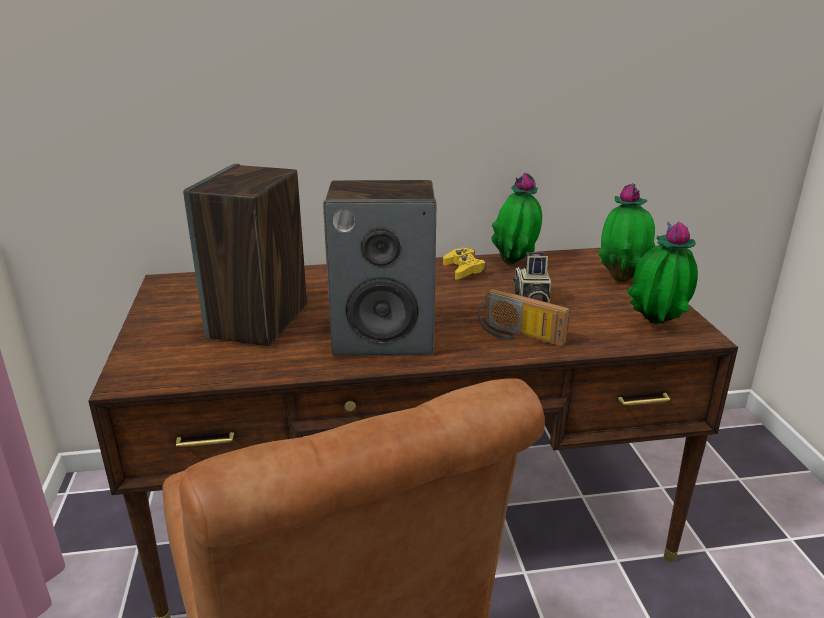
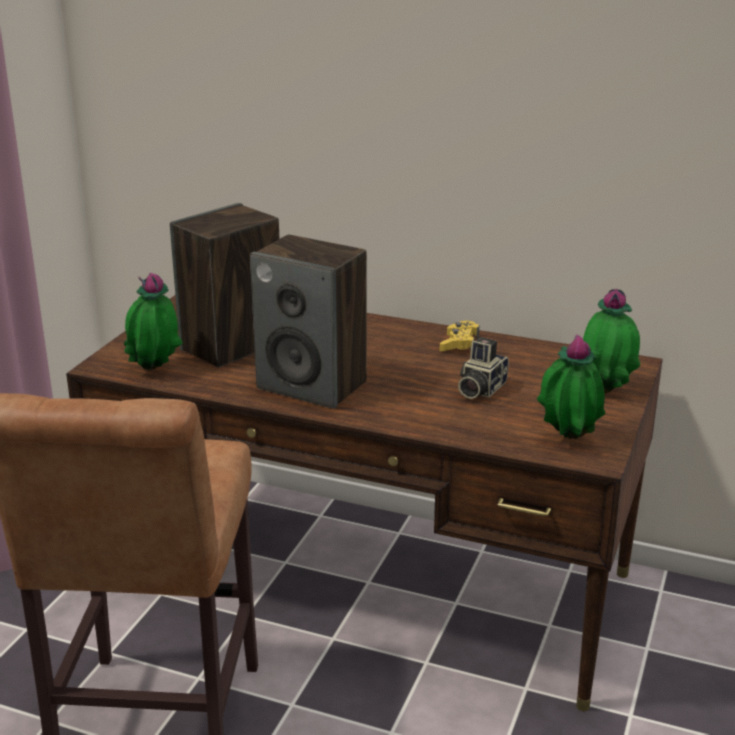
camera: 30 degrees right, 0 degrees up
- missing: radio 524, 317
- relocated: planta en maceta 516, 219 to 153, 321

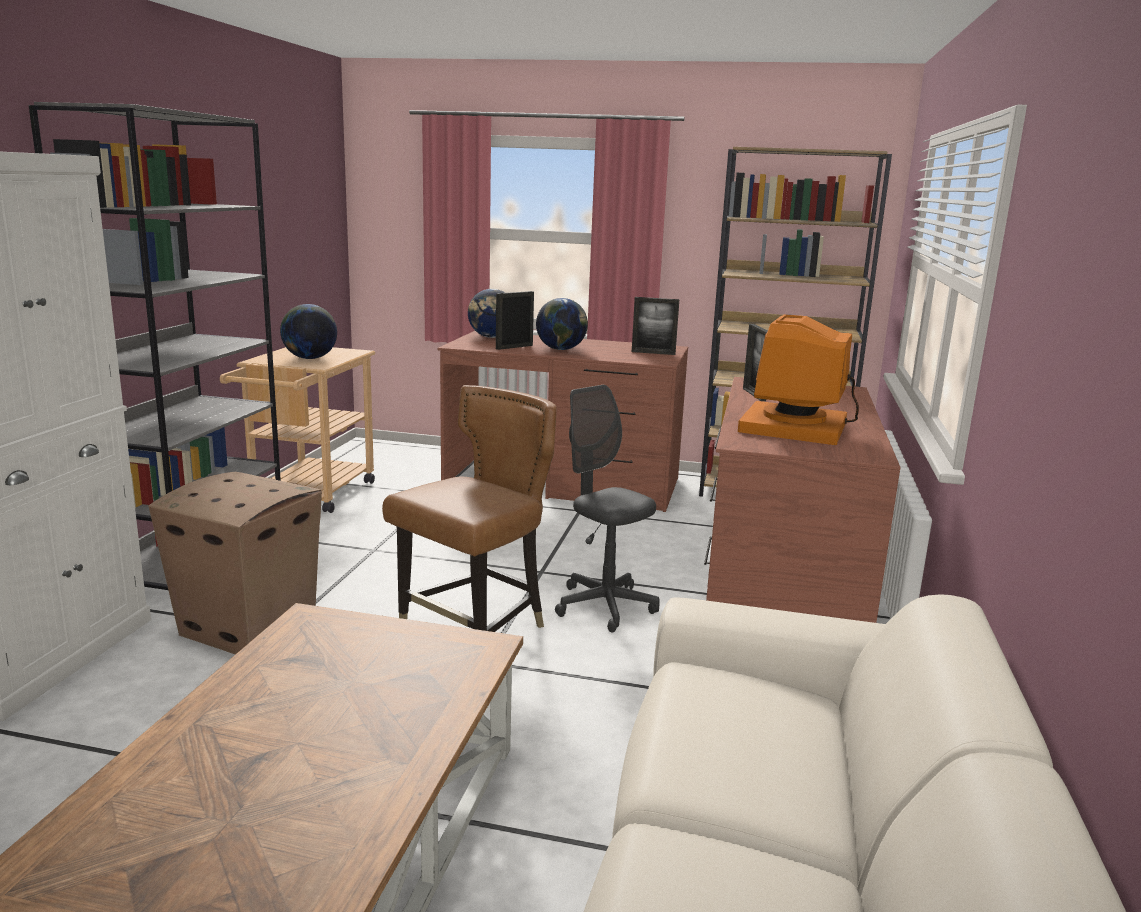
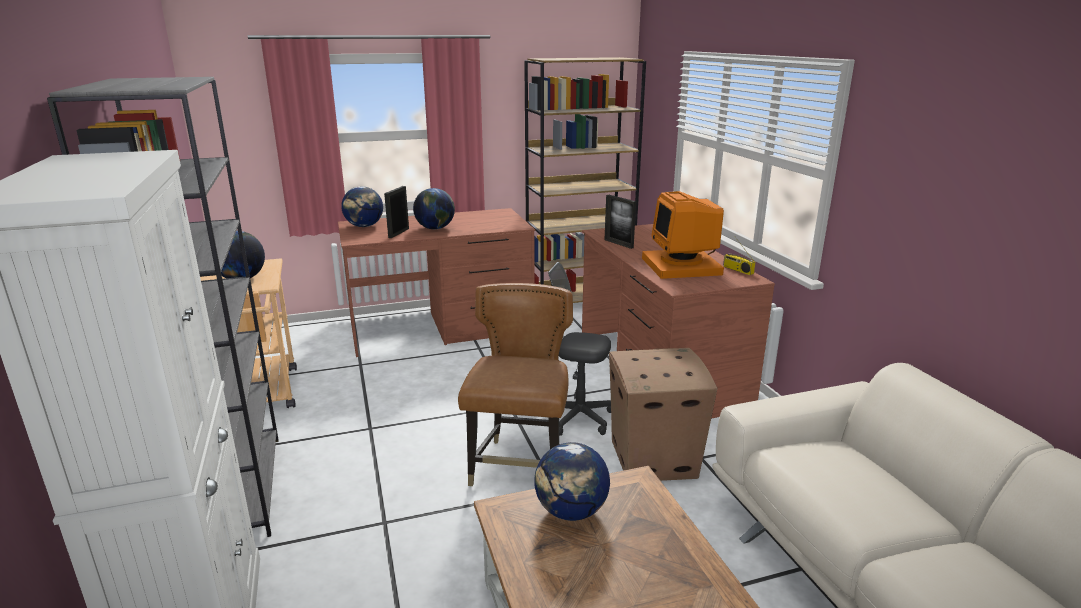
camera: 30 degrees left, 5 degrees up
- relocated: caja de cartón 235, 563 to 663, 414
- missing: portarretratos 655, 326
- appeared: globo terráqueo 572, 481
- appeared: radio 739, 255

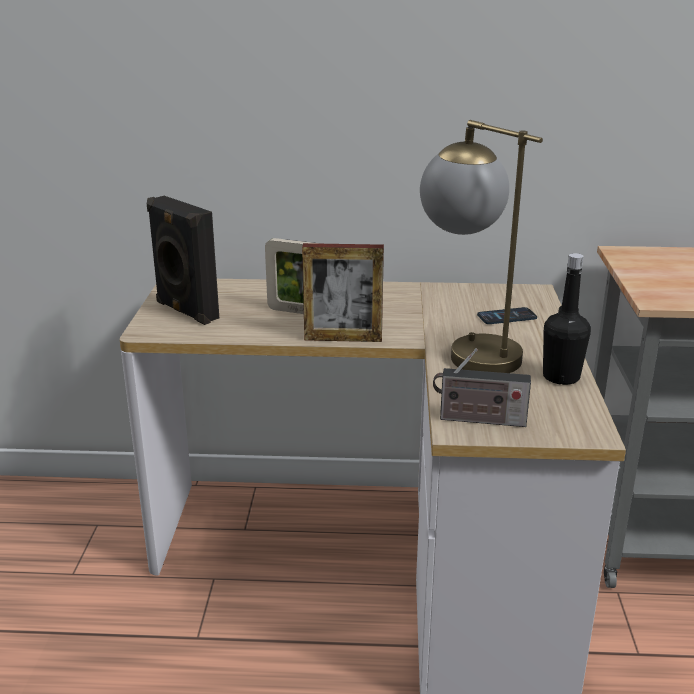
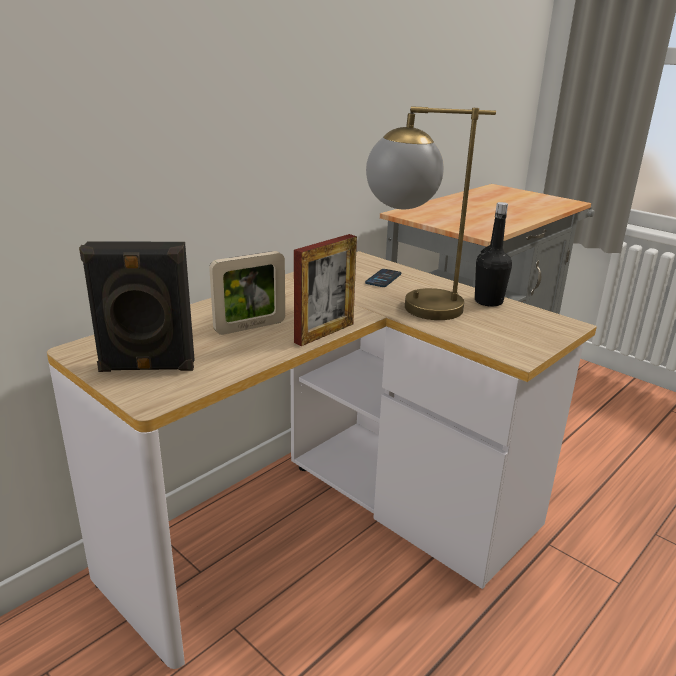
camera: 50 degrees left, 0 degrees up
- missing: radio 482, 387

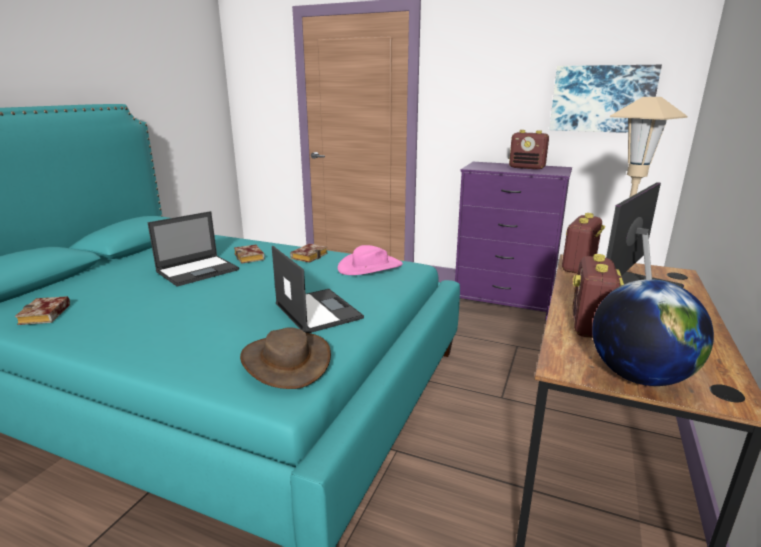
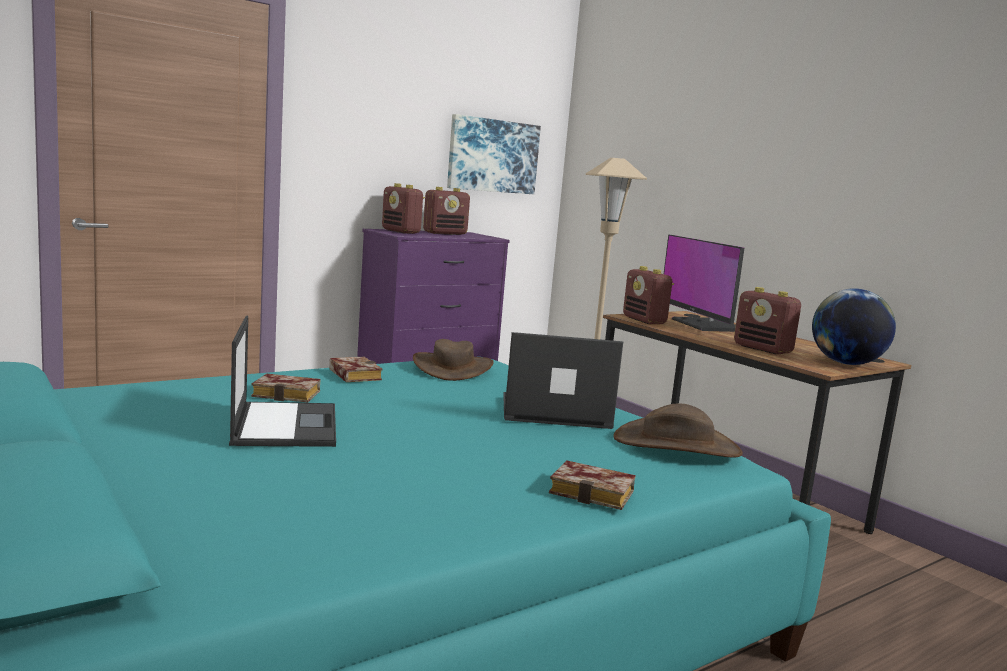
camera: 60 degrees left, 10 degrees down
- relocated: libro 42, 310 to 592, 485
- colour: sombrero (rosa) 370, 260 to sombrero (marrón) 453, 360
- appeared: radio 403, 208

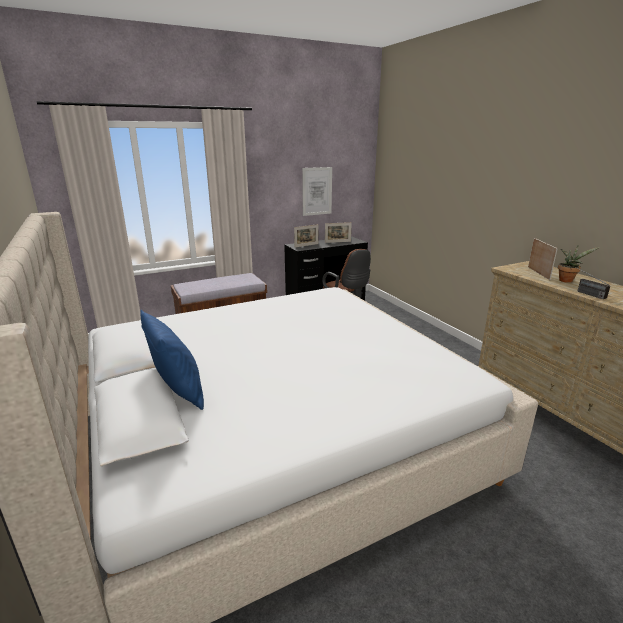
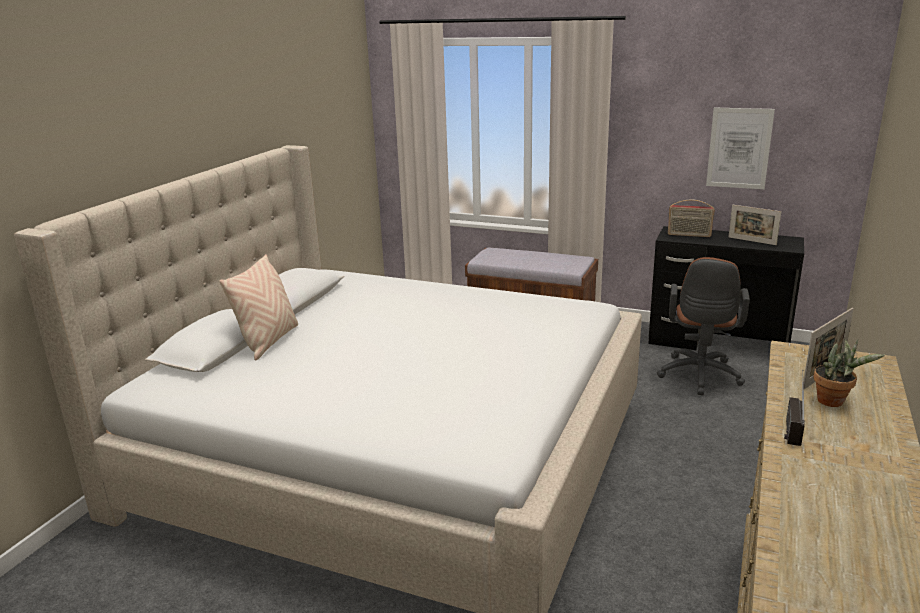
camera: 50 degrees right, 0 degrees up
- colour: cojín (azul) 172, 360 to cojín (beis) 258, 307
- exchanged: portarretratos 306, 235 to radio 691, 218

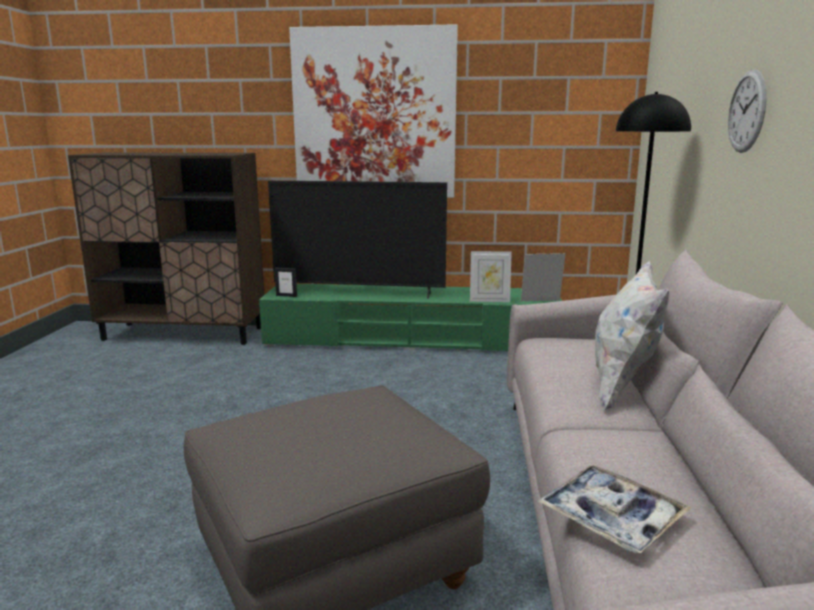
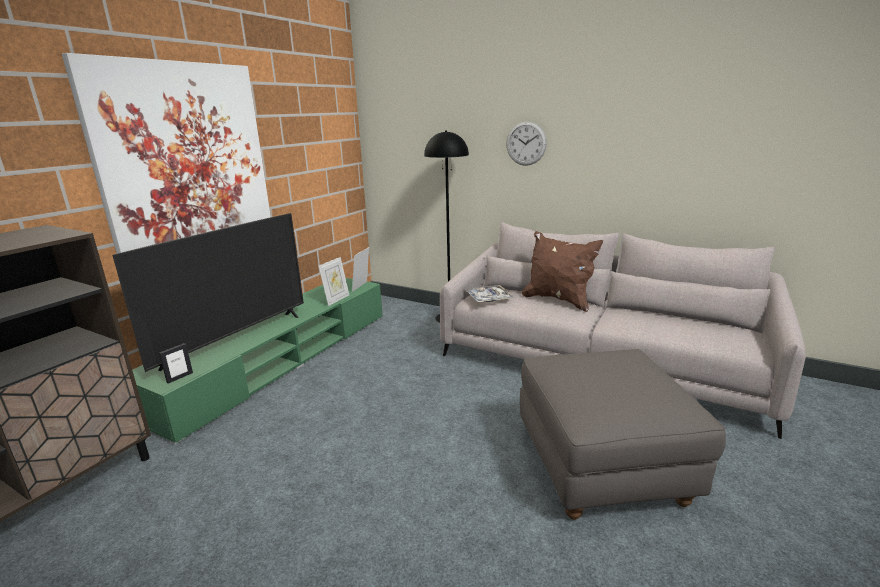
camera: 65 degrees left, 5 degrees up
- relocated: bandeja 614, 509 to 490, 293
- colour: cojín (blanco) 632, 336 to cojín (marrón) 562, 271

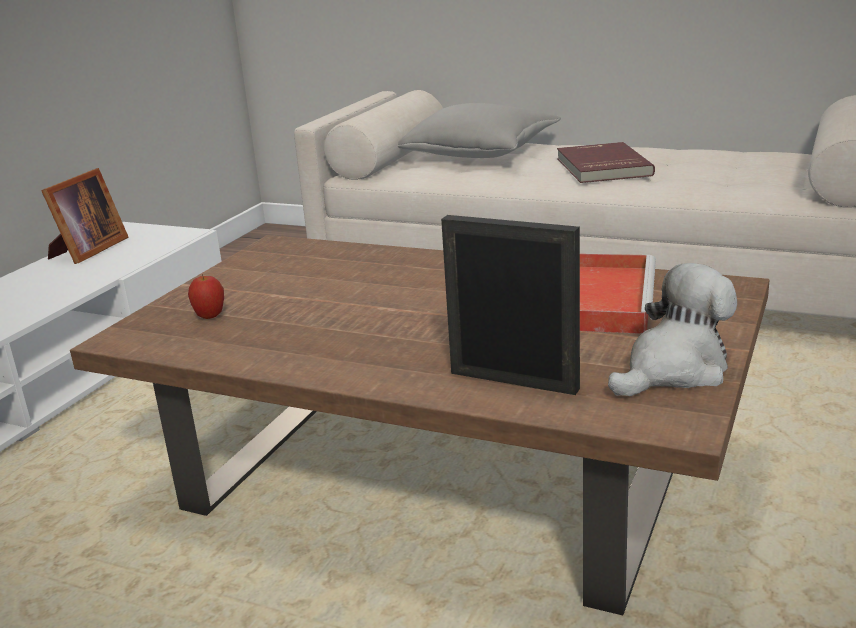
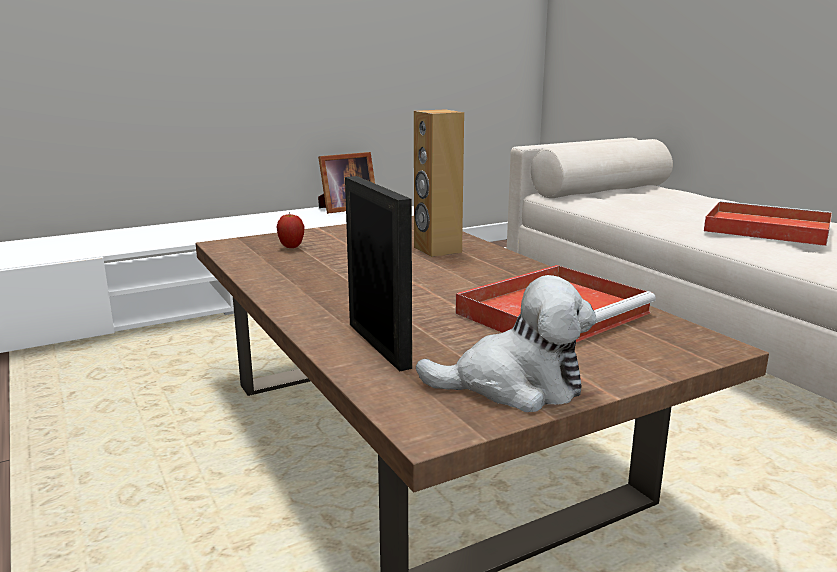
camera: 35 degrees right, 5 degrees down
- missing: cojín (gris) 479, 130
- exchanged: libro (rojo) 606, 162 to bandeja (rojo) 768, 223
- appeared: altavoz (marrón) 439, 183

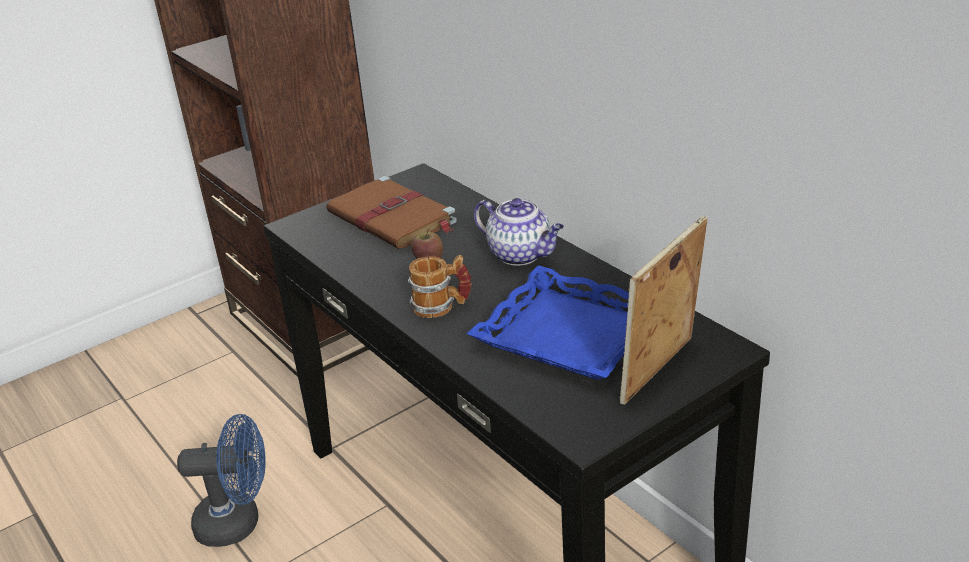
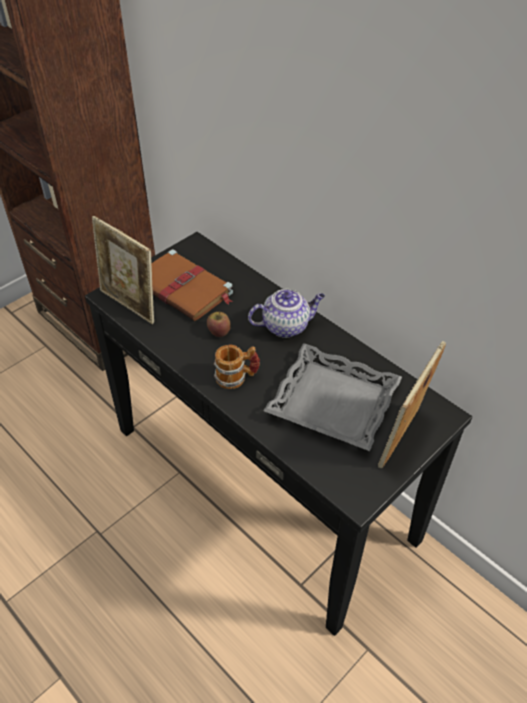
camera: 10 degrees left, 15 degrees up
- missing: ventilador (azul) 221, 480
- colour: bandeja (azul) 547, 322 to bandeja (gris) 333, 397
- spun: tetera 519, 232 = 286, 313 45 degrees counterclockwise
- appeared: portarretratos 123, 270

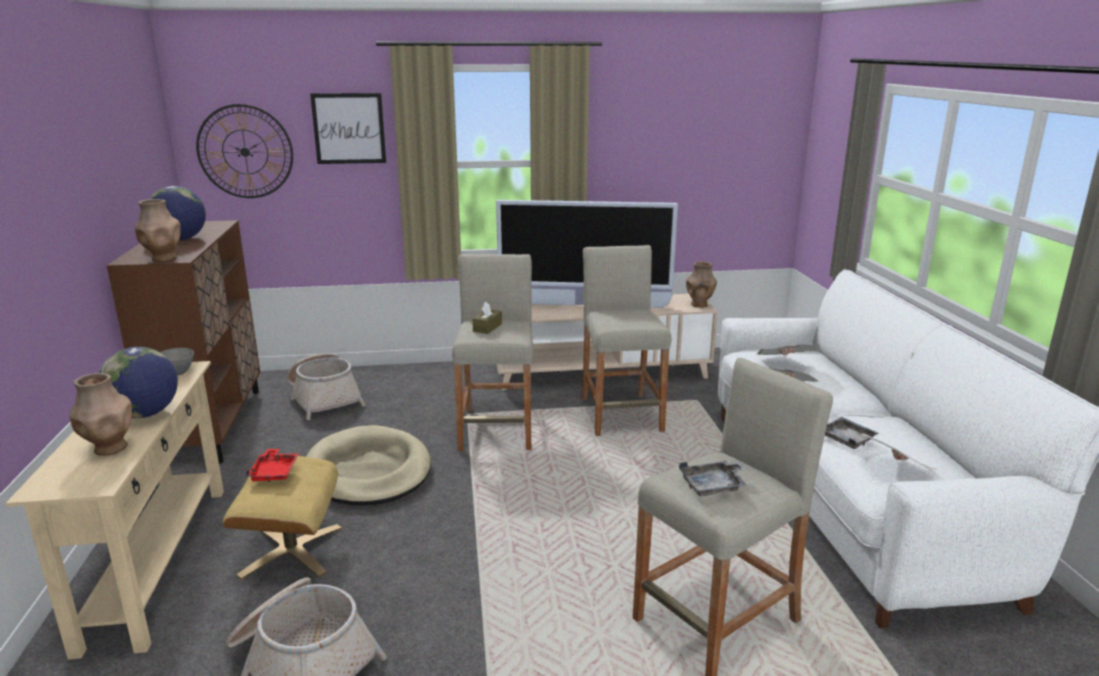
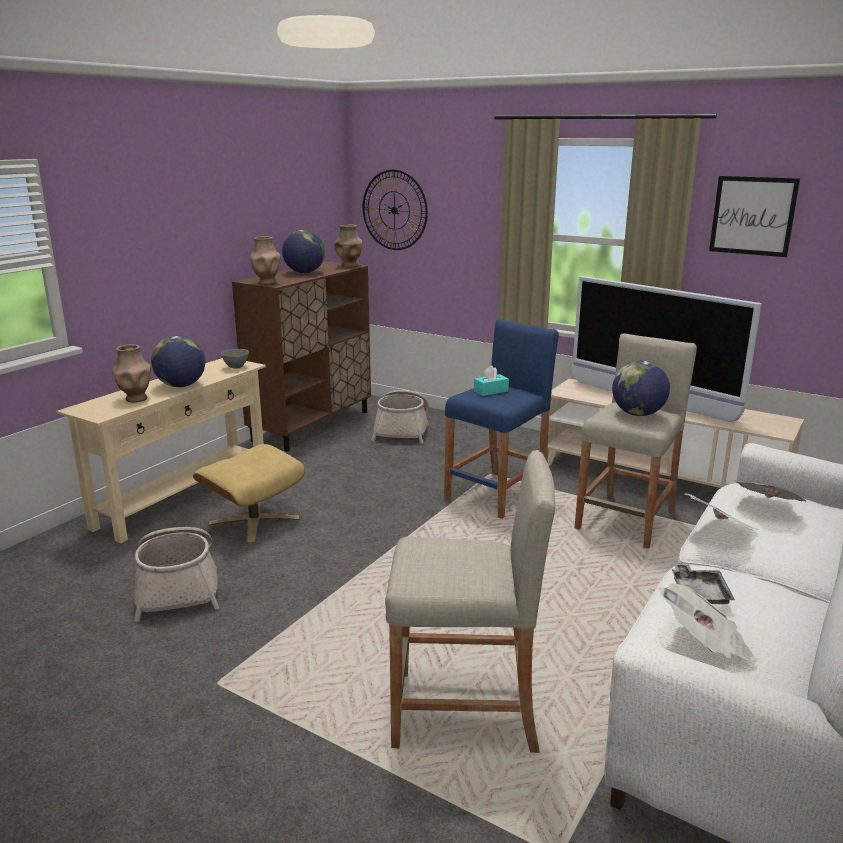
camera: 40 degrees right, 0 degrees up
- missing: bandeja (rojo) 272, 465
- missing: cama para perro (beis) 368, 465
- relocated: cuadro 348, 128 to 754, 216
- colour: taburete (beis) 493, 353 to taburete (azul) 501, 419
- colour: caja de pañuelos (marrón) 487, 318 to caja de pañuelos (turquesa) 491, 381
- missing: bandeja (gris) 713, 478
- relocated: florero (marrón) 701, 284 to 348, 246
- appeared: globo terráqueo 641, 388

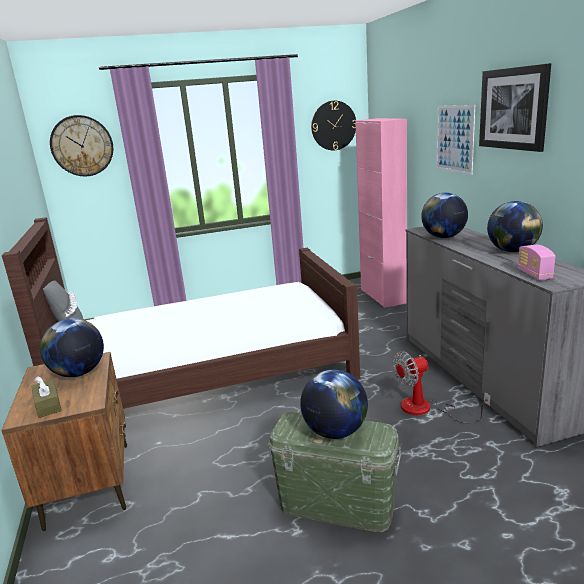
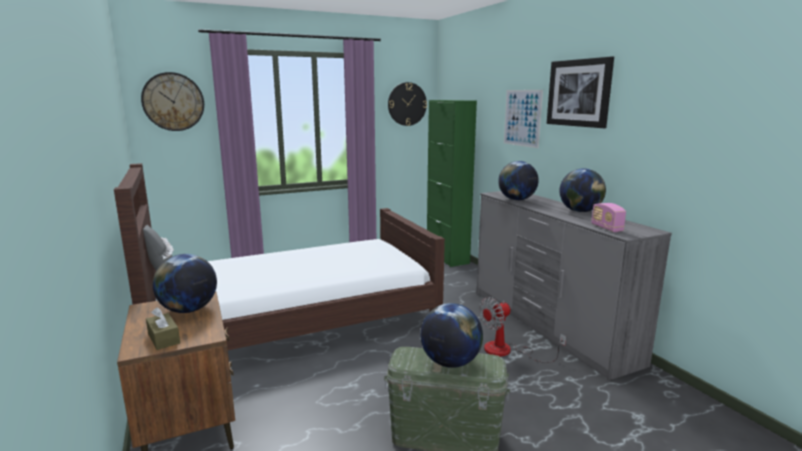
camera: 10 degrees left, 5 degrees down
- colour: armario (rosa) 381, 213 to armario (verde) 452, 183

